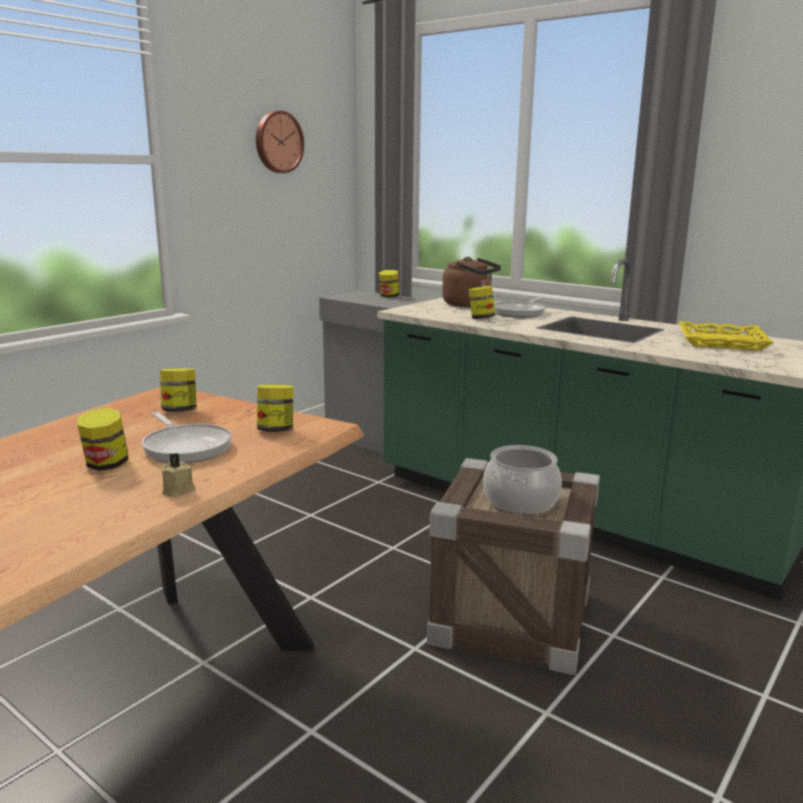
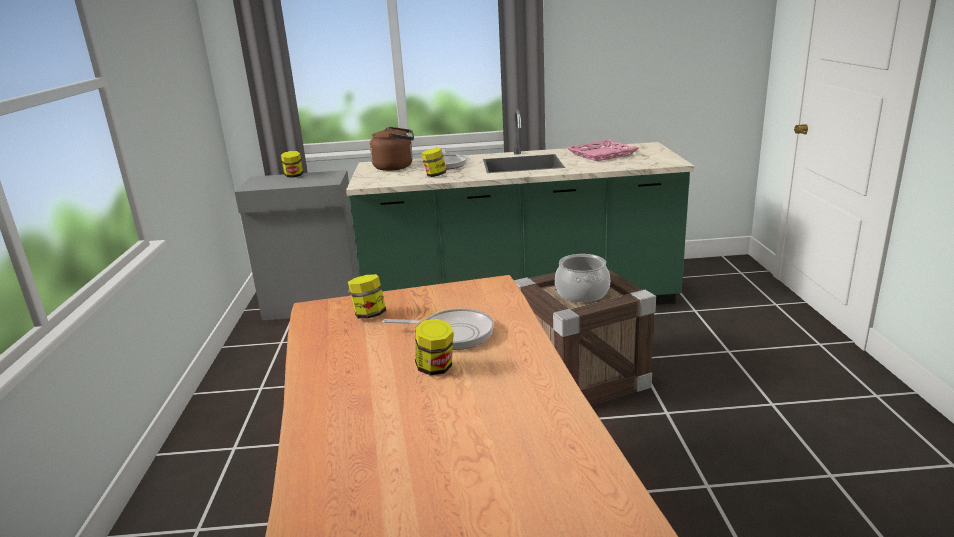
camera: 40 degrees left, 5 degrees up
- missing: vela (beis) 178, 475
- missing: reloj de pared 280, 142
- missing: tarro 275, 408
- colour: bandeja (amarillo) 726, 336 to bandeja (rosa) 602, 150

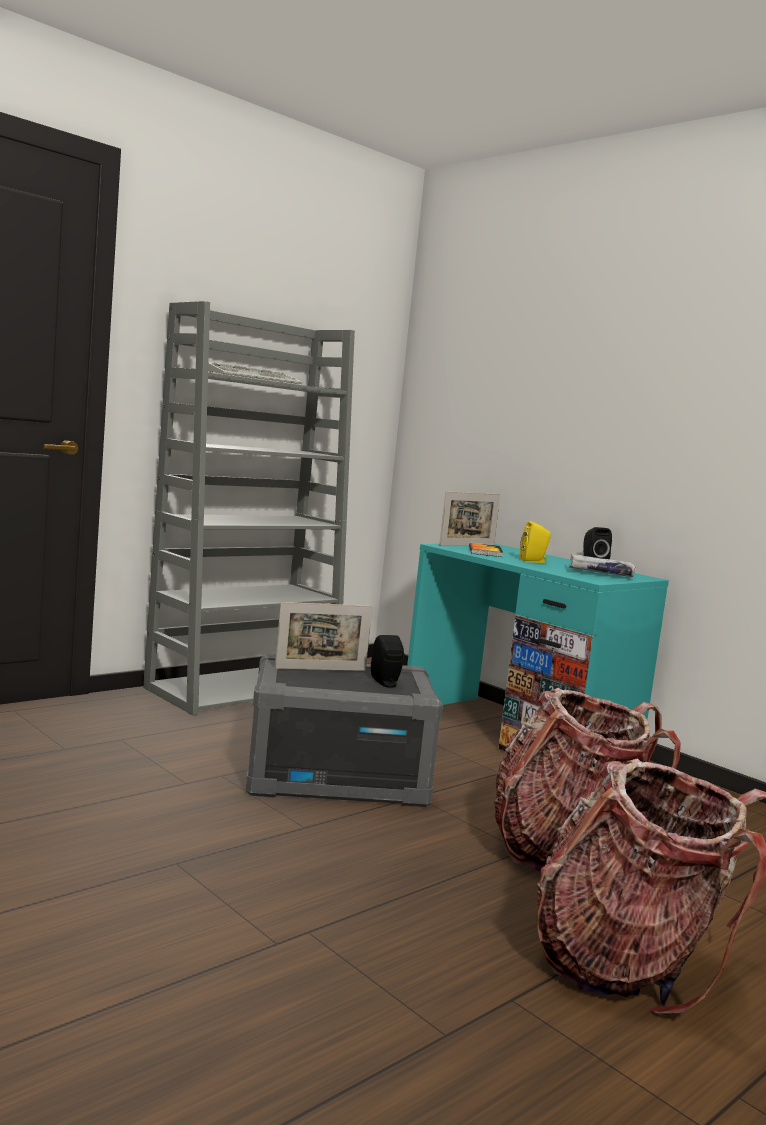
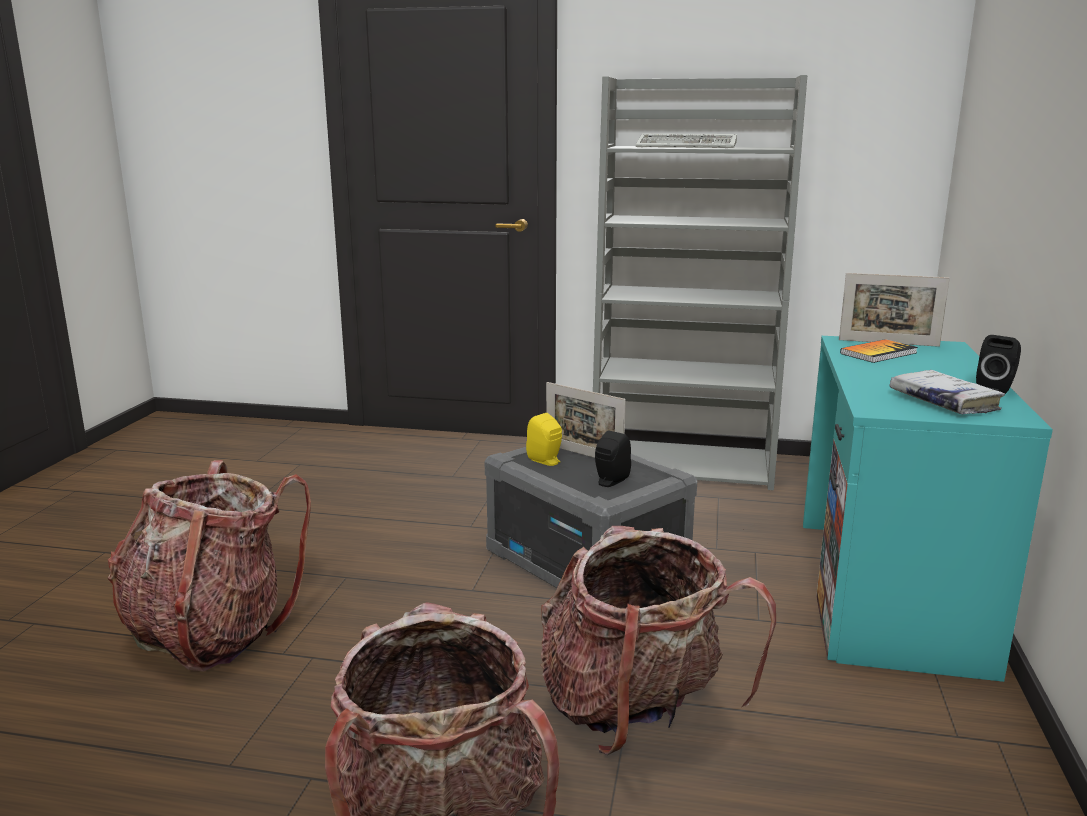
camera: 55 degrees right, 10 degrees up
- relocated: altavoz (amarillo) 535, 542 to 544, 439
- appeared: mochila 209, 566

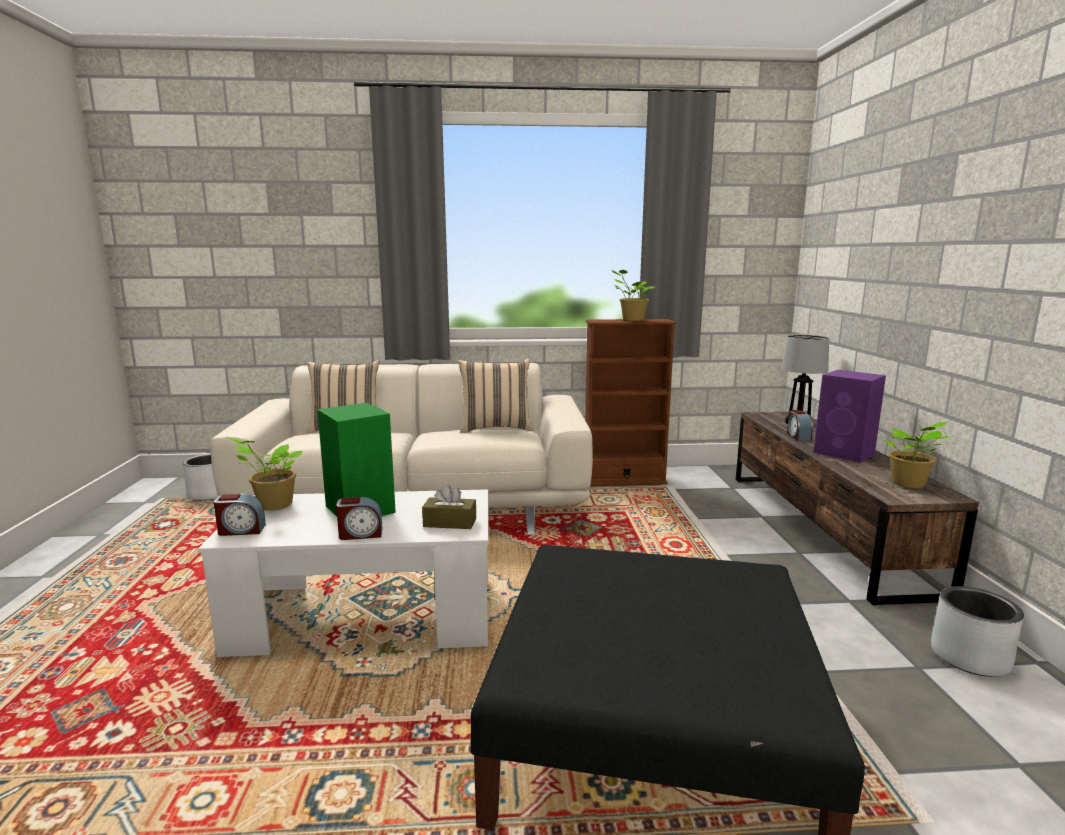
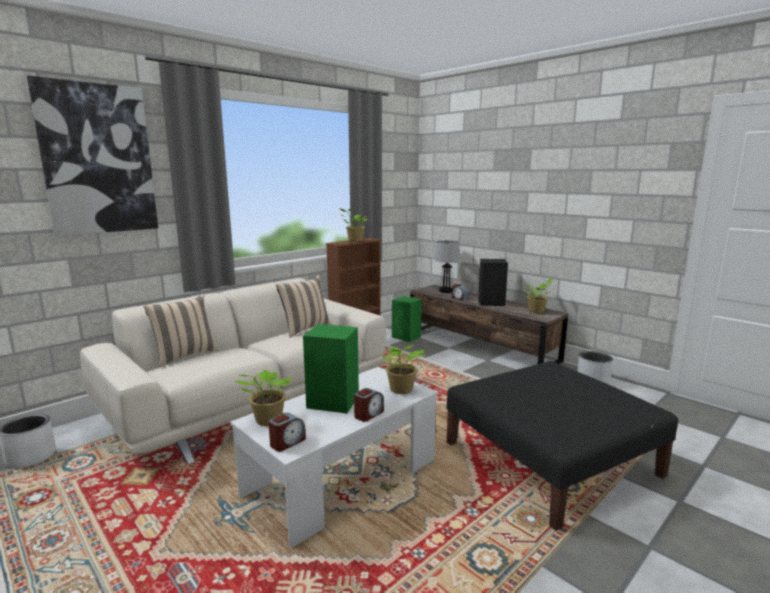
camera: 40 degrees left, 0 degrees up
- exchanged: caja de pañuelos (marrón) 449, 506 to planta en maceta 403, 369
- colour: altavoz (morado) 849, 416 to altavoz (negro) 493, 282
- appeared: cuadro 92, 156
- appeared: altavoz (verde) 407, 319

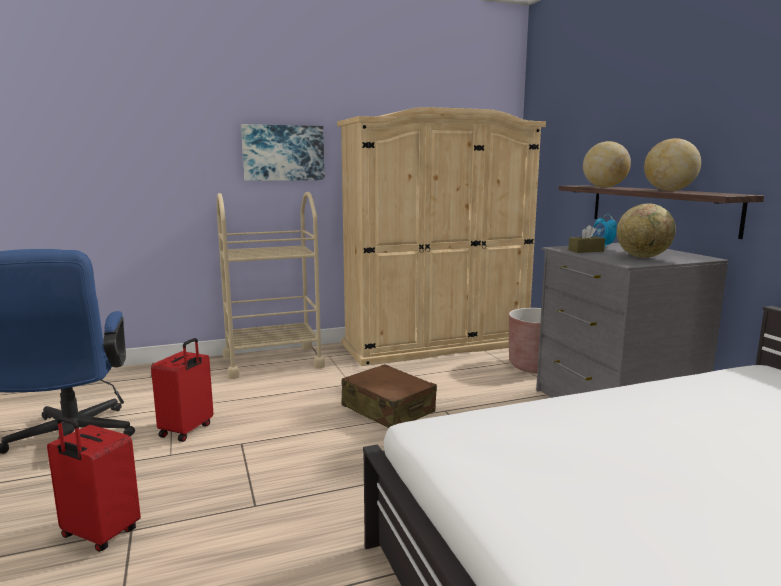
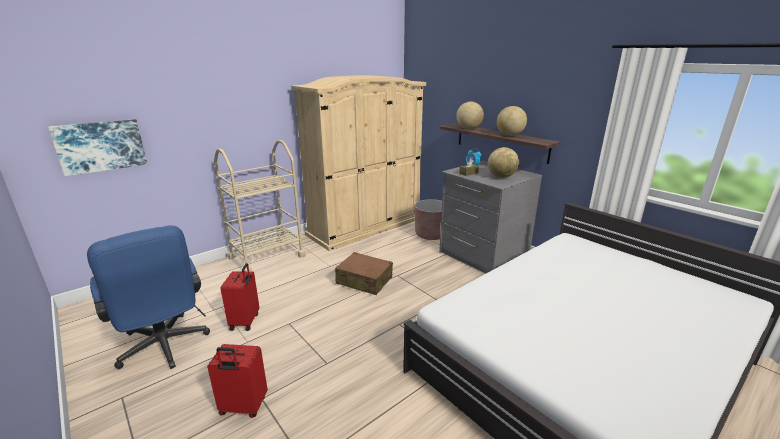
camera: 20 degrees left, 10 degrees up
- relocated: cuadro 283, 152 to 97, 147

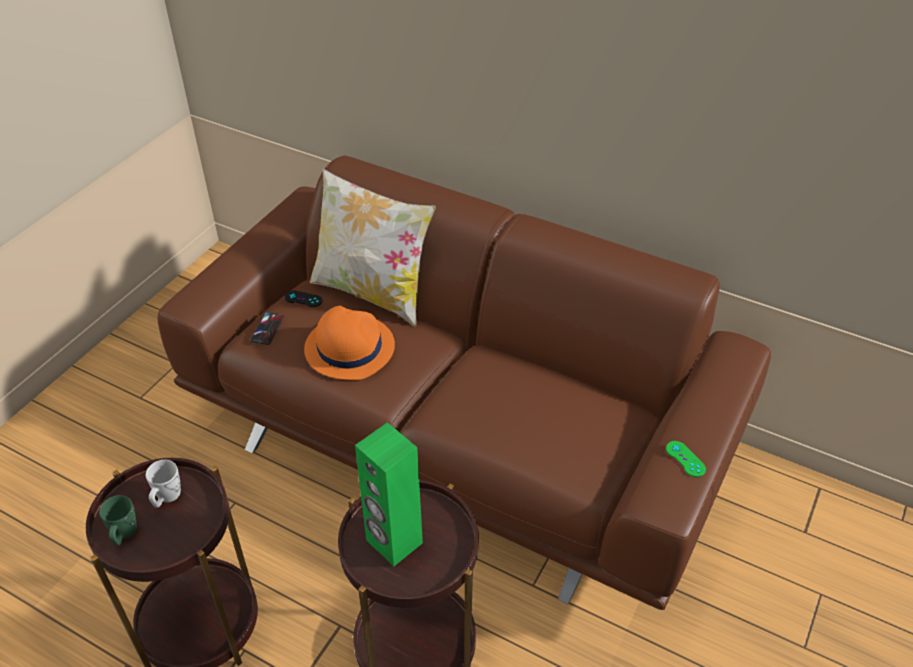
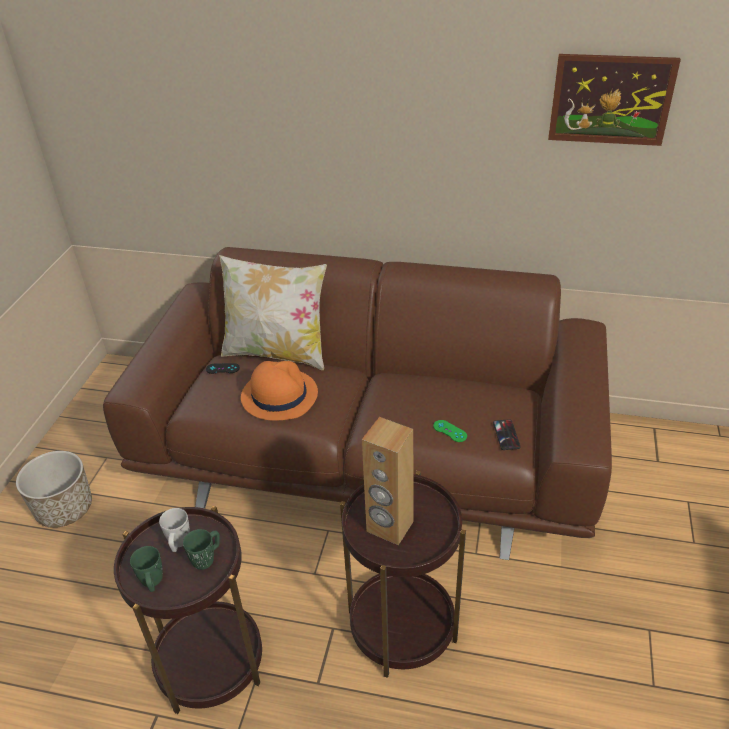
camera: 15 degrees left, 5 degrees down
- relocated: móvil 267, 328 to 507, 434
- colour: altavoz (verde) 389, 494 to altavoz (marrón) 388, 481
- relocated: mando de consola (verde) 686, 459 to 450, 431
- appeared: maceta 54, 489
- appeared: taza grande (verde) 201, 549
- appeared: cuadro 614, 100

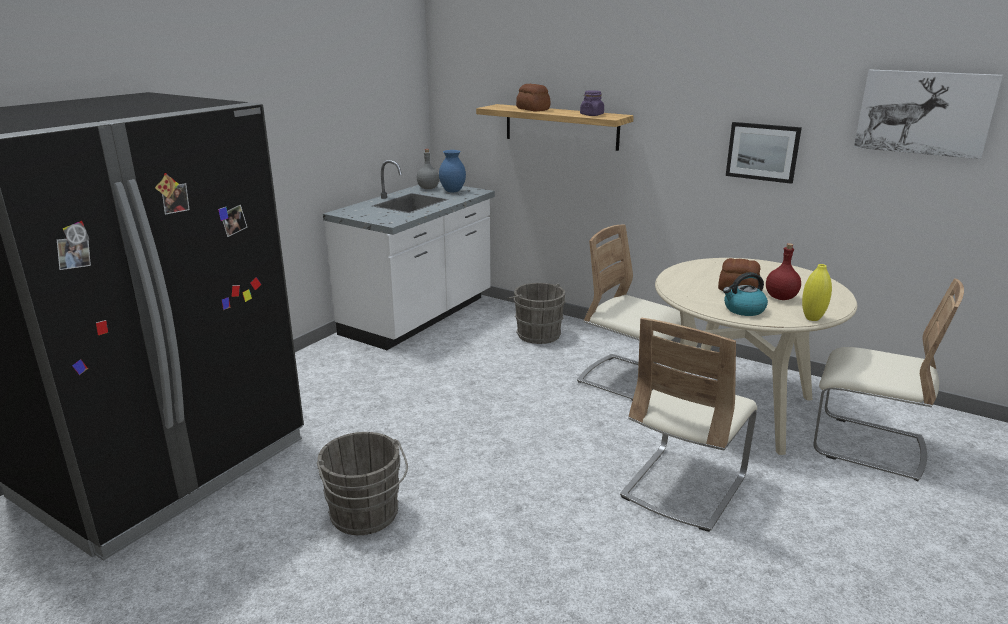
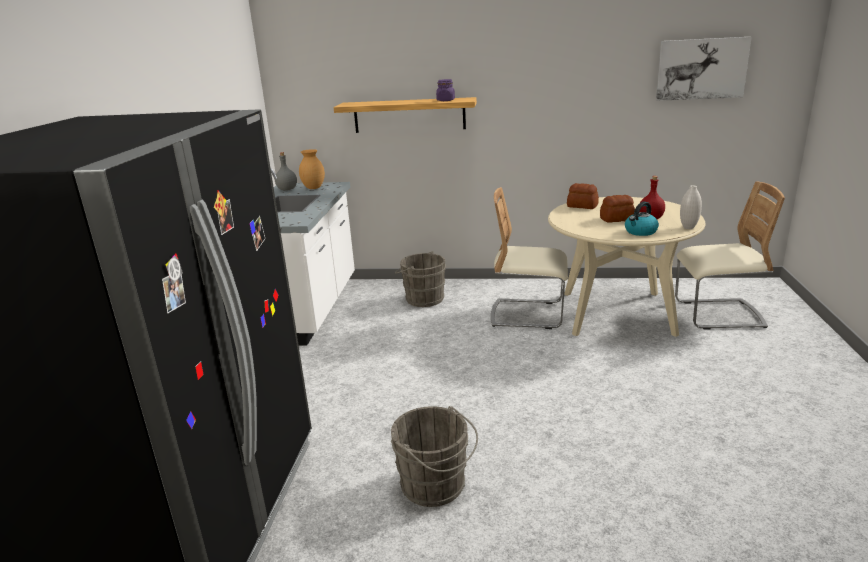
camera: 25 degrees left, 0 degrees up
- colour: florero (azul) 452, 171 to florero (marrón) 312, 169
- relocated: pan 533, 97 to 583, 196
- missing: silla (beis) 688, 425
- missing: cuadro 764, 153
- colour: florero (amarillo) 817, 292 to florero (blanco) 691, 207

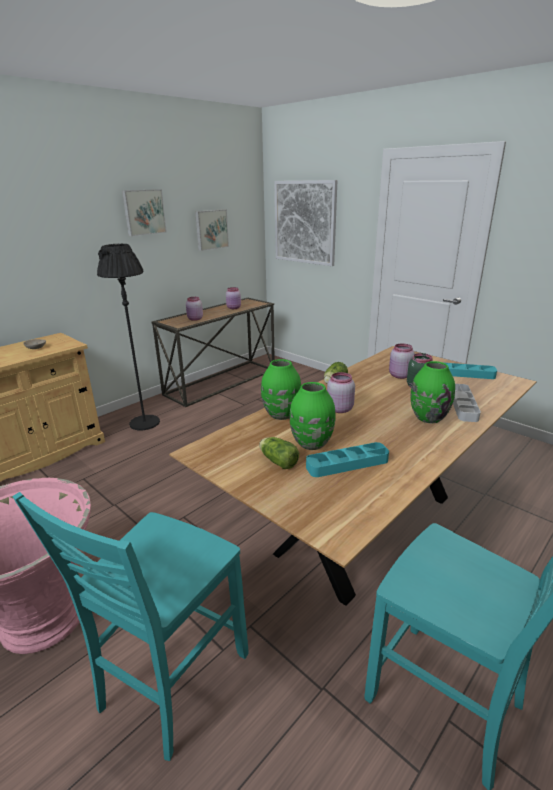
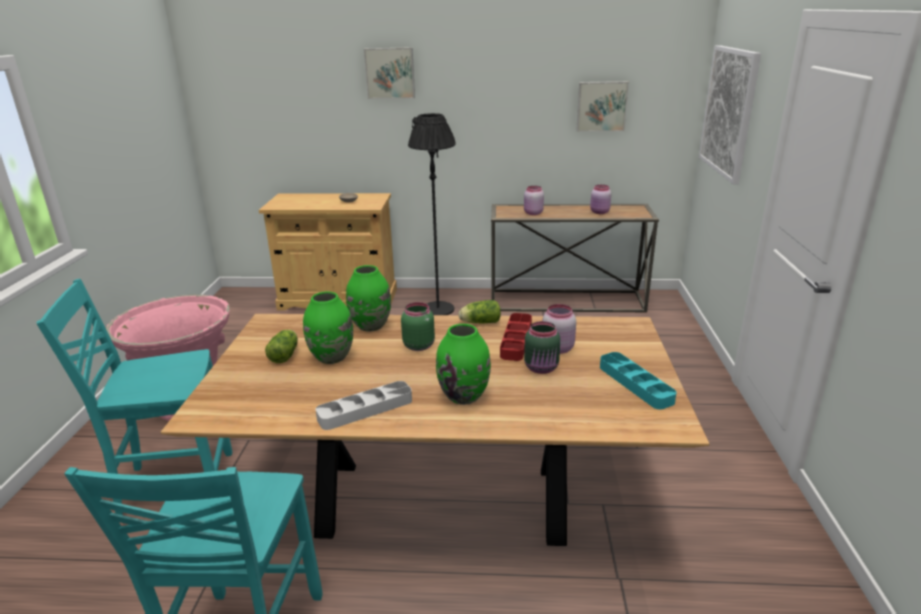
camera: 50 degrees right, 0 degrees up
- relocated: cuadro 144, 212 to 389, 73
- missing: bandeja (turquesa) 347, 459
- colour: tarro (rosa) 341, 392 to tarro (verde) 418, 326
- relocated: bandeja (gris) 467, 403 to 364, 405
- appeared: bandeja (rojo) 516, 337

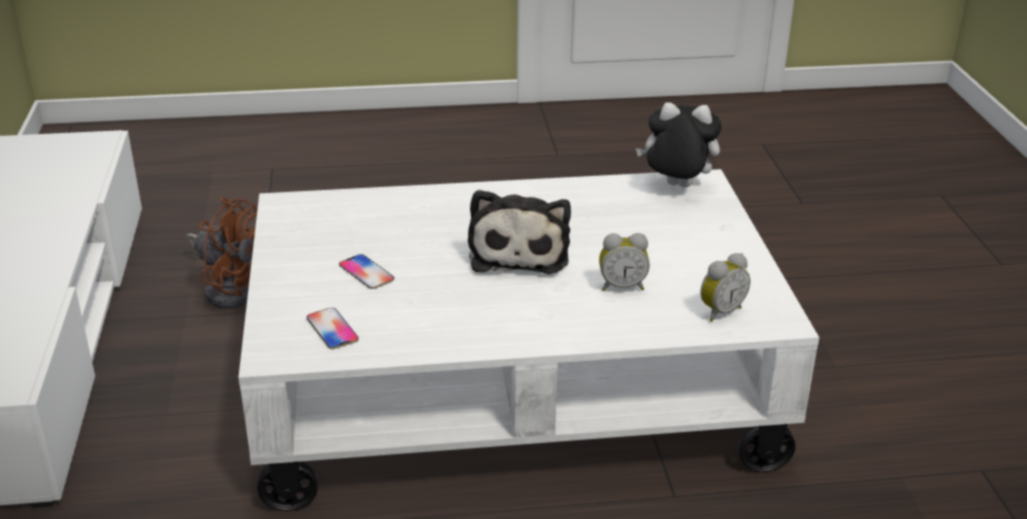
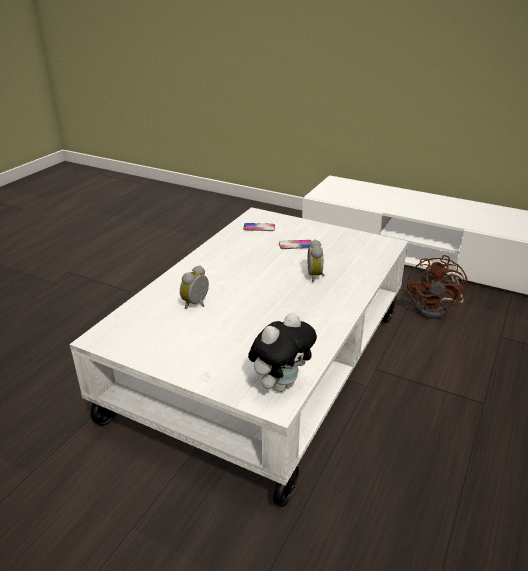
camera: 125 degrees right, 0 degrees up
- spun: ventilador (marrón) 221, 253 = 437, 287 45 degrees counterclockwise
- missing: peluche 519, 232
- relocated: despertador 725, 287 to 316, 260

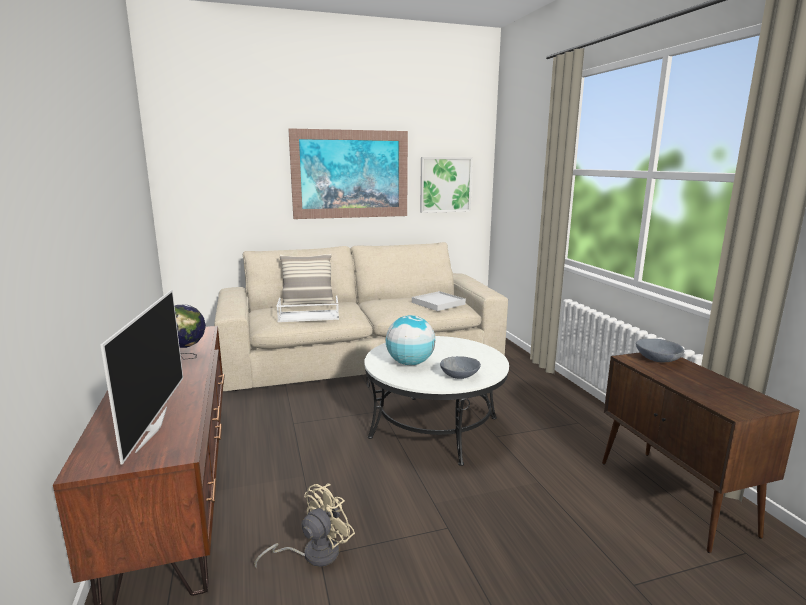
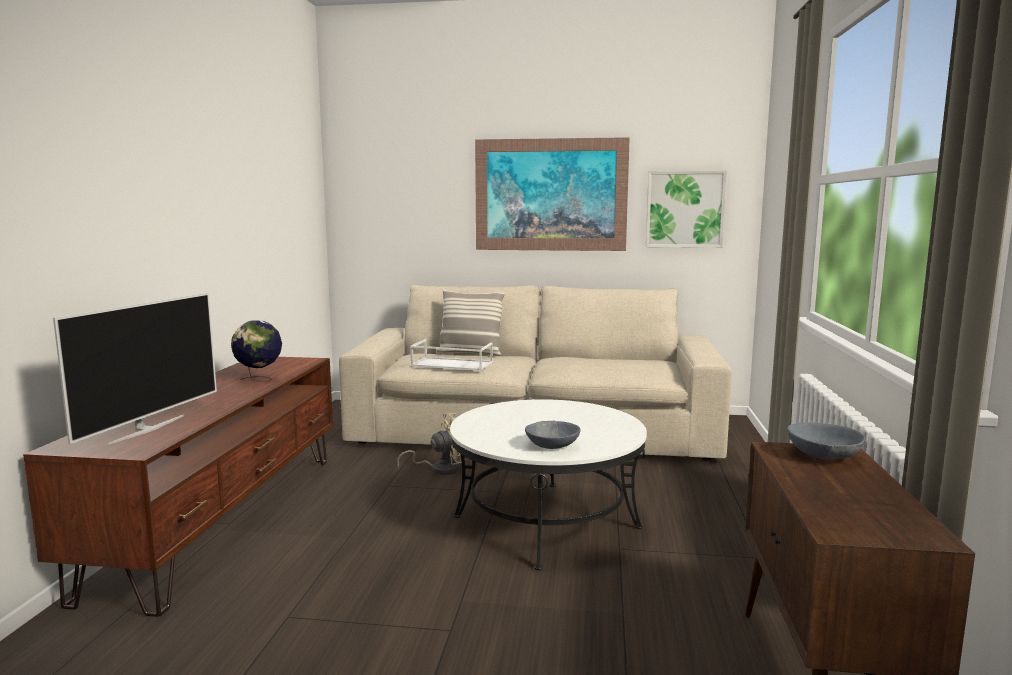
camera: 25 degrees right, 5 degrees down
- relocated: ventilador (beis) 304, 526 to 429, 444
- missing: globo terráqueo 410, 340
- missing: bandeja (blanco) 439, 301

